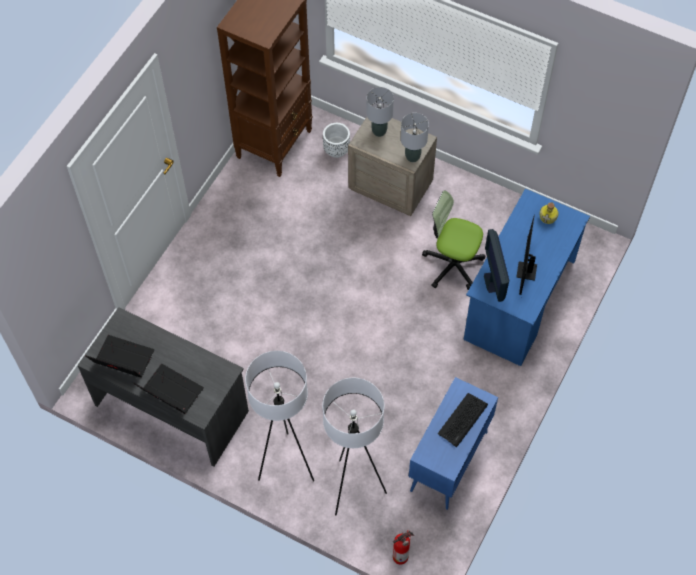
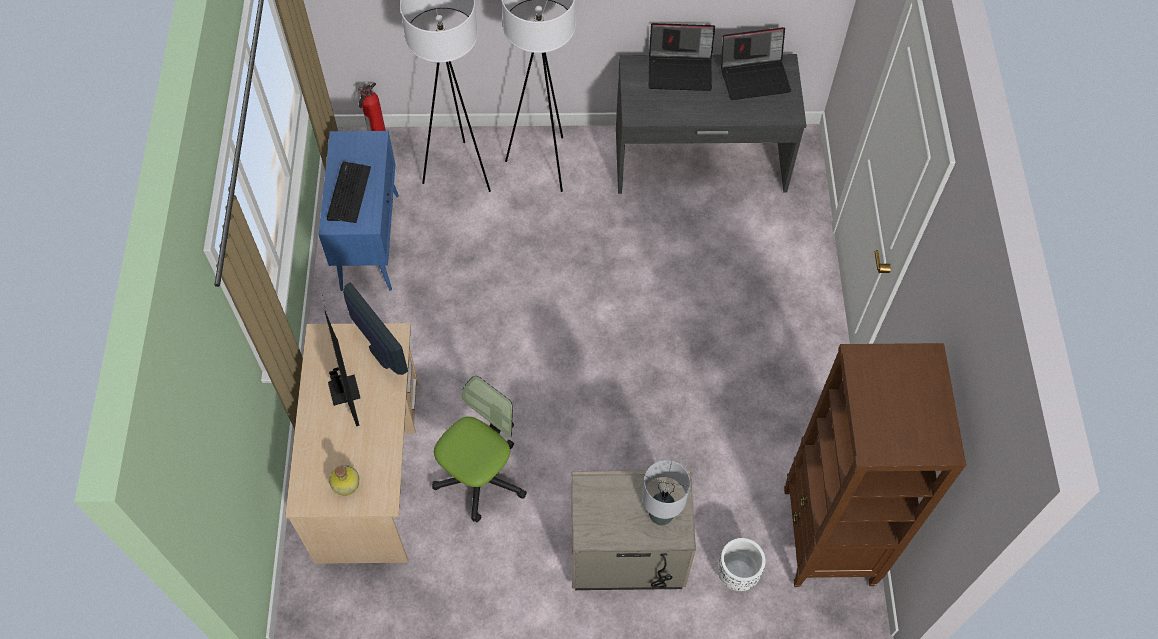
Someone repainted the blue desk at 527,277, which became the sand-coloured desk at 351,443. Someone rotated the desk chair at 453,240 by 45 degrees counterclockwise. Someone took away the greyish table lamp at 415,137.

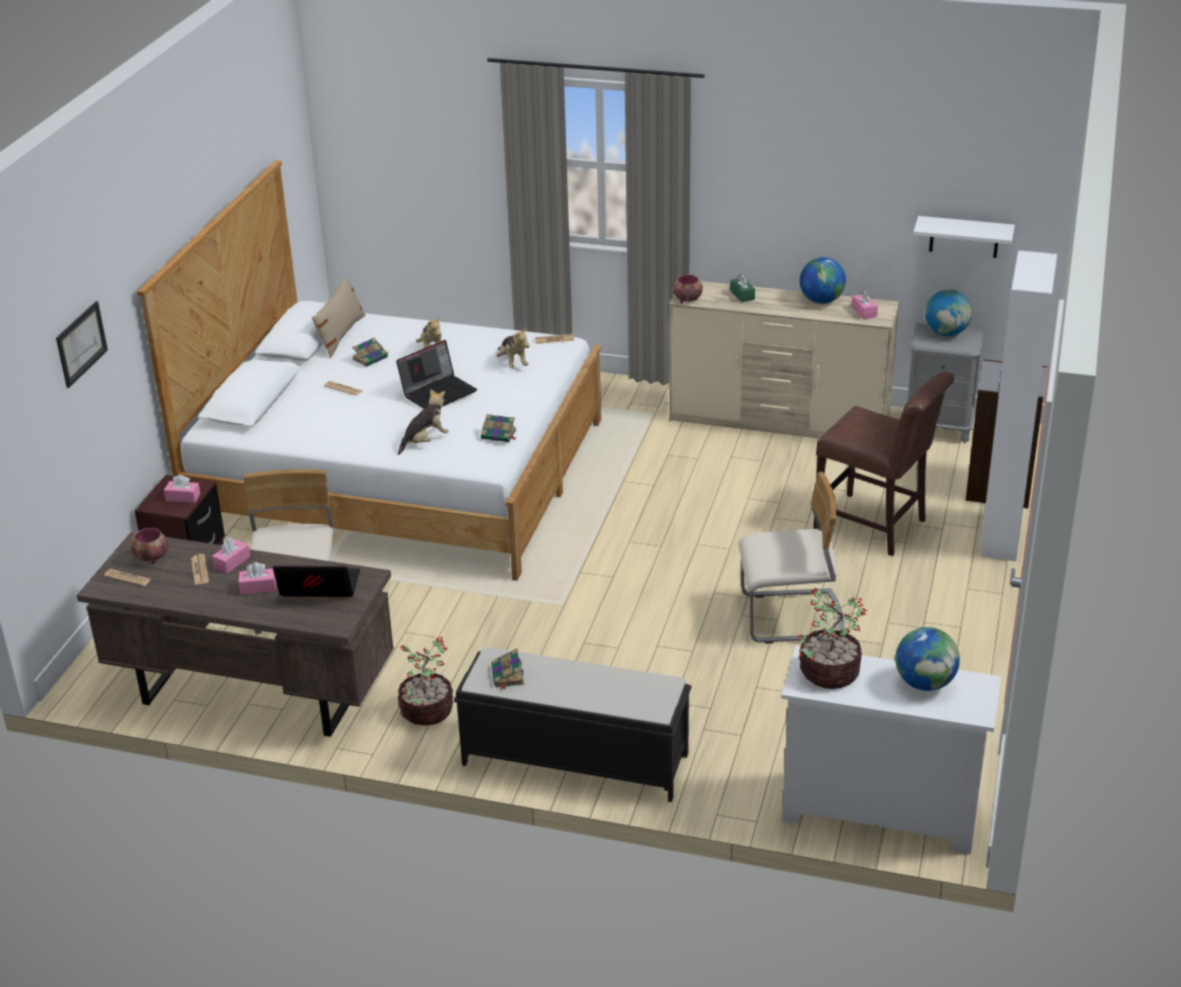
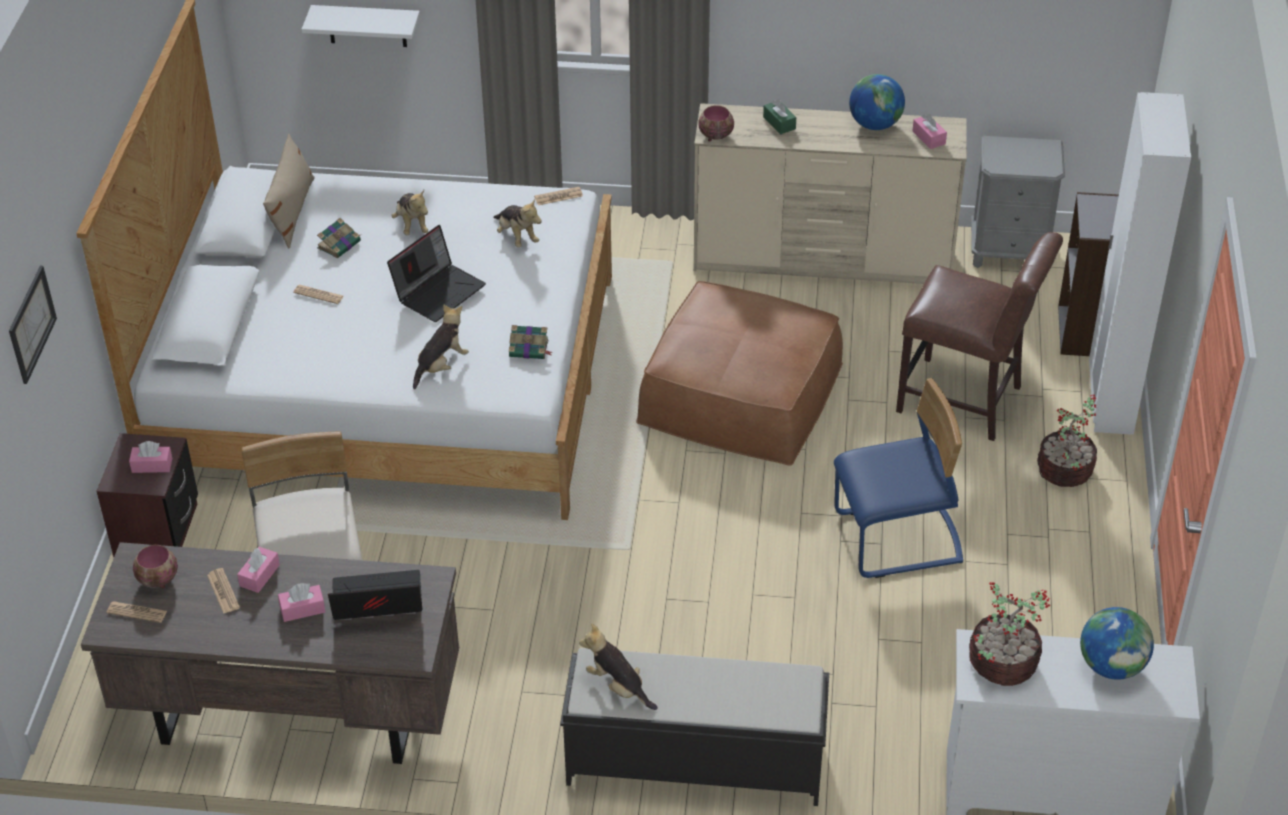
Someone carried the white bracket shelf from 964,237 to 361,26. Someone swapped the volume at 508,669 for the soft toy at 618,666. Someone put down the brown ottoman at 739,373. Someone repainted the sand-coloured chair at 791,558, which became the blue chair at 898,478. Someone carried the plant in a pot from 425,681 to 1067,440. Someone took away the globe at 948,312.

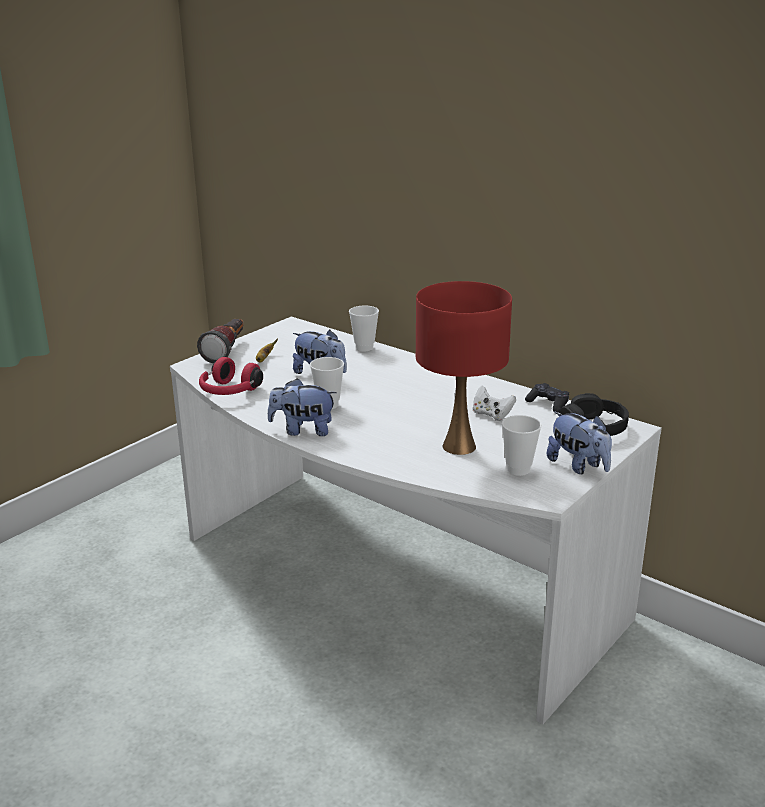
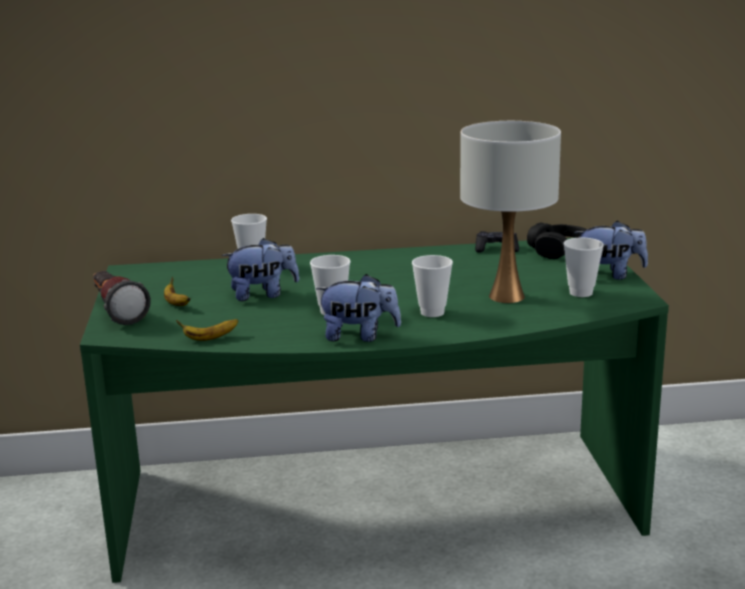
Someone repainted the white desk at 416,520, which became the green desk at 374,410. Someone swapped the red pair of headphones at 231,376 for the banana fruit at 207,330. Someone rotated the soft toy at 302,407 by 135 degrees counterclockwise. Someone put down the small cup at 432,286. Someone repainted the red table lamp at 464,368, which became the white table lamp at 510,212. Someone took away the white gamepad at 494,403.

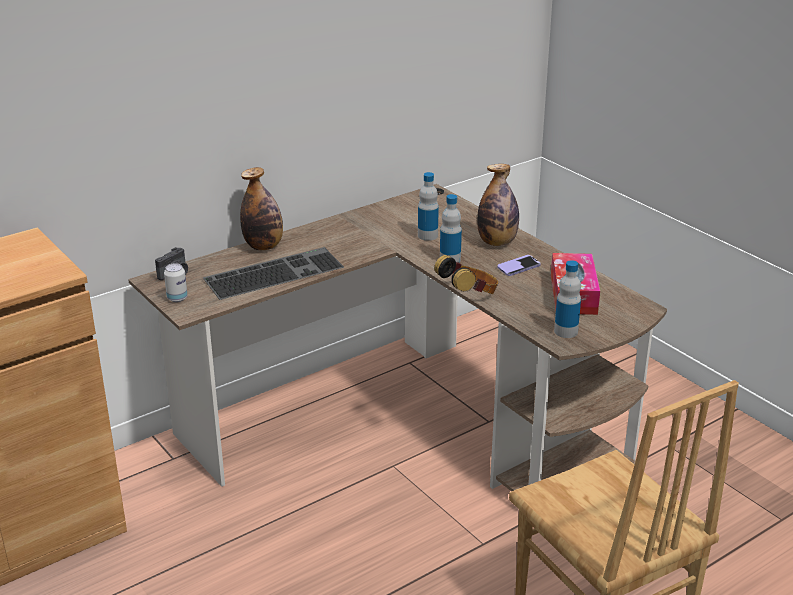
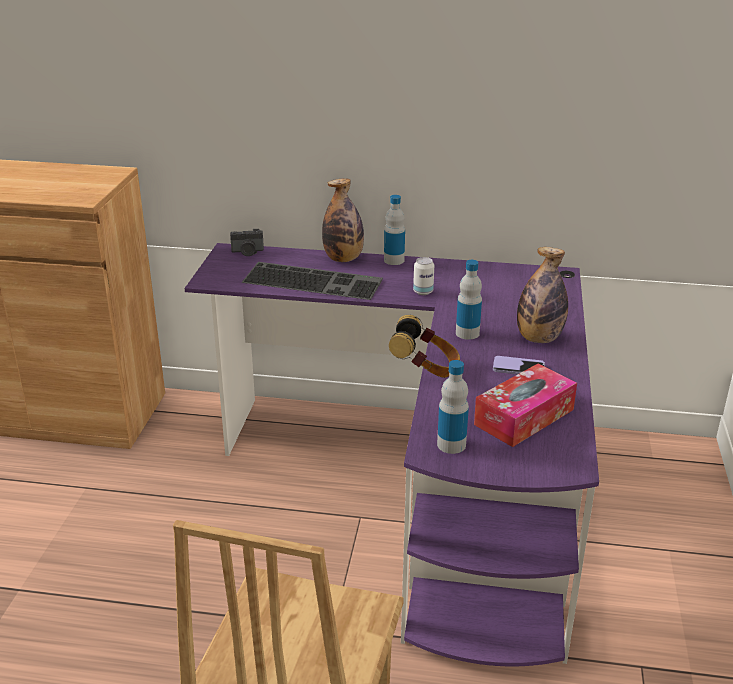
Someone repainted the brown desk at 397,338, which became the purple-coloured desk at 392,454. Someone carried the drink bottle from 428,206 to 394,230. Someone carried the sealed can from 176,282 to 423,276.

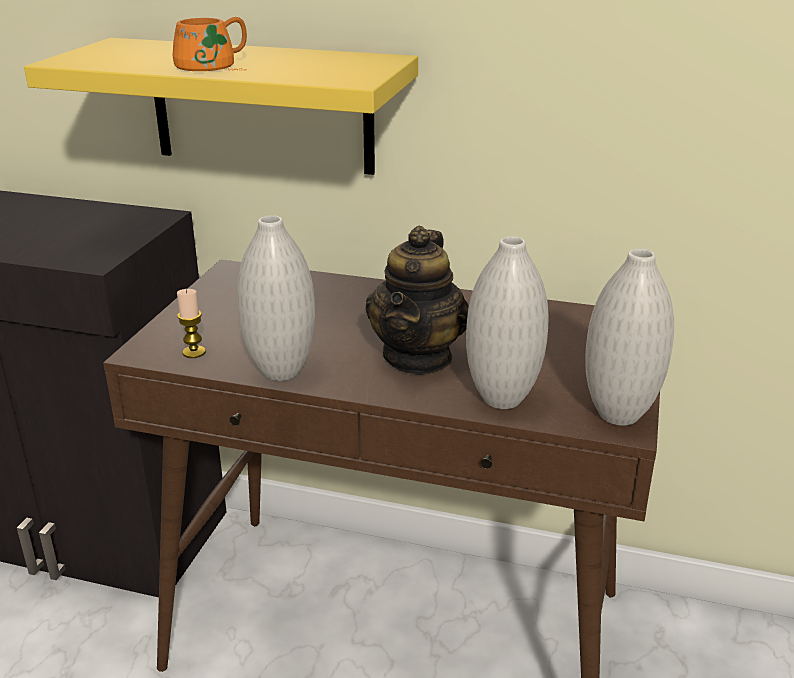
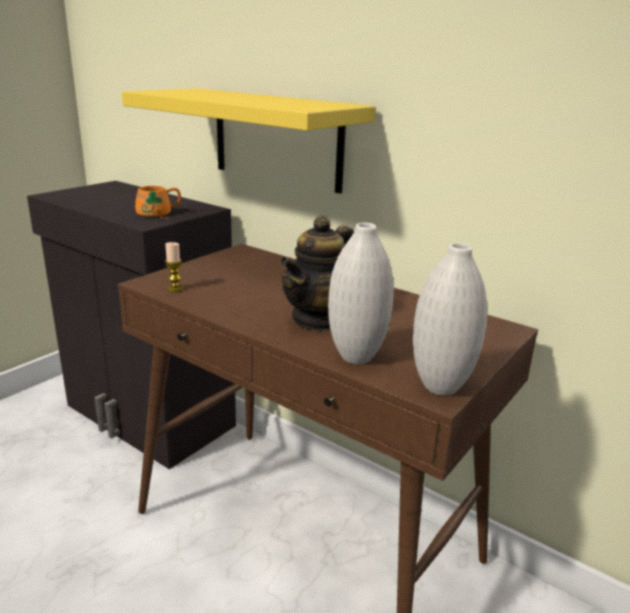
Someone carried the orange-coloured mug from 210,44 to 158,202. Someone took away the white flower vase at 276,298.

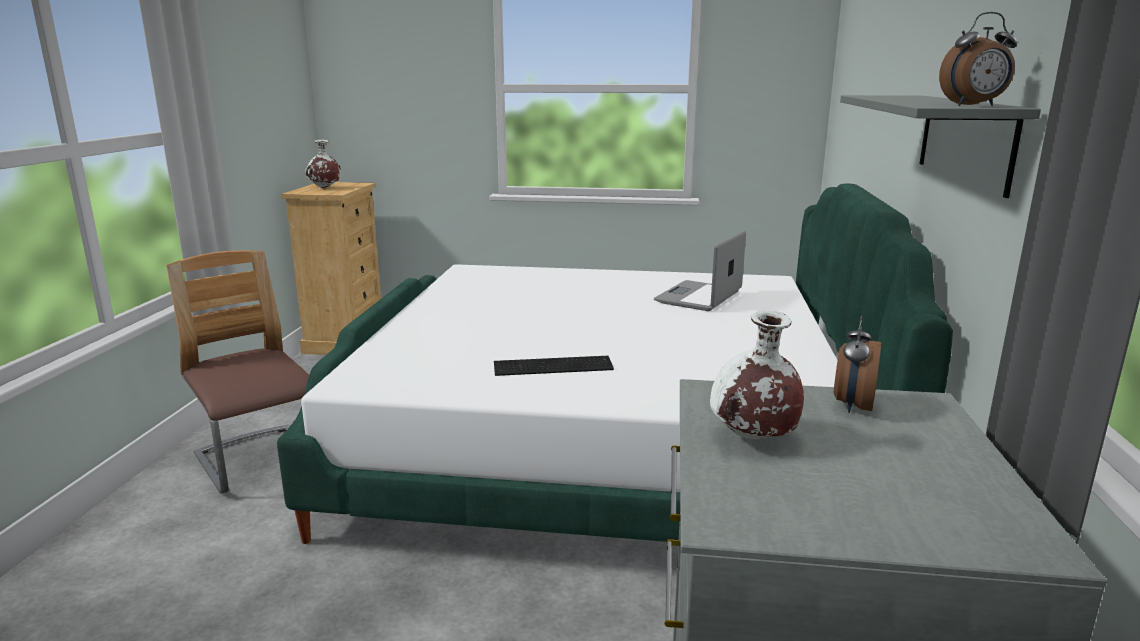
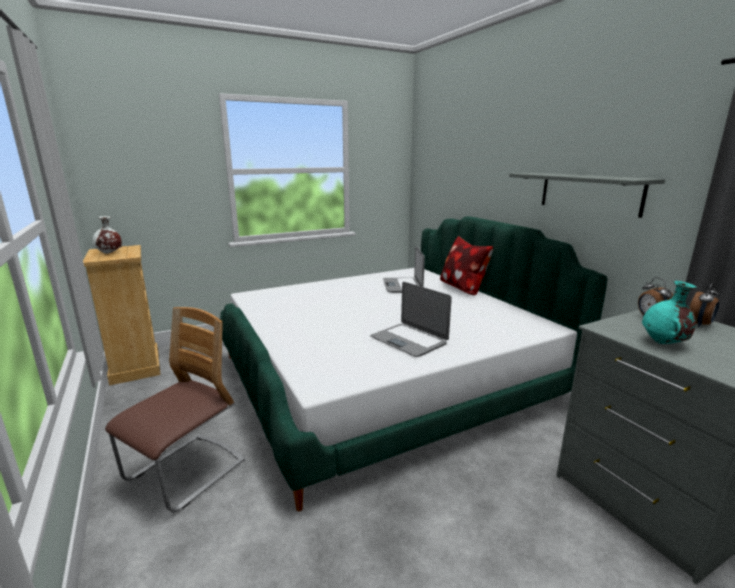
Someone rotated the chair at 237,372 by 105 degrees clockwise. Someone swapped the PC keyboard at 554,366 for the laptop at 411,319. Someone put down the cushion at 466,265. Someone repainted the white flower vase at 757,374, which became the turquoise flower vase at 669,312. Someone carried the bedside clock from 978,59 to 704,305.

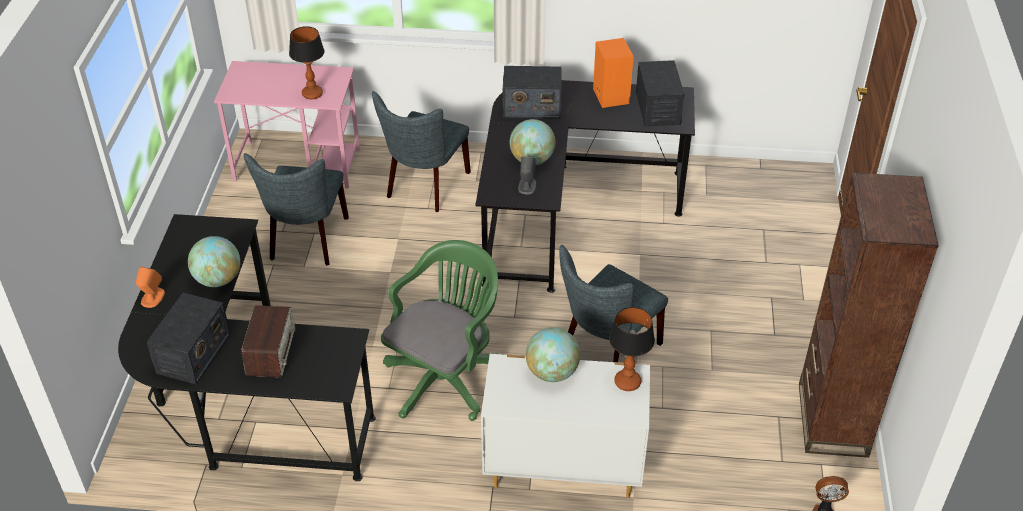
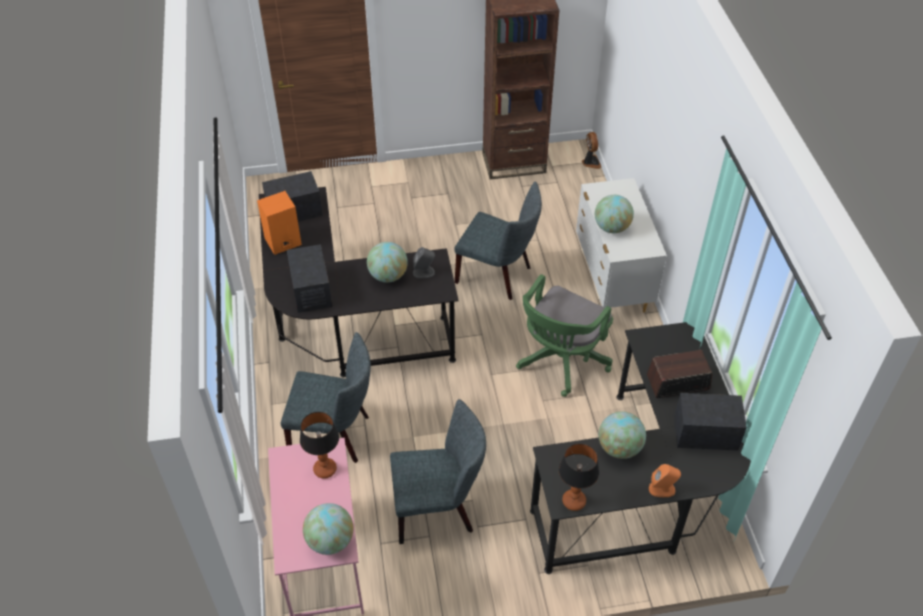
Someone put down the globe at 328,529. Someone rotated the green desk chair at 439,330 by 75 degrees counterclockwise. Someone carried the table lamp from 632,349 to 579,477.

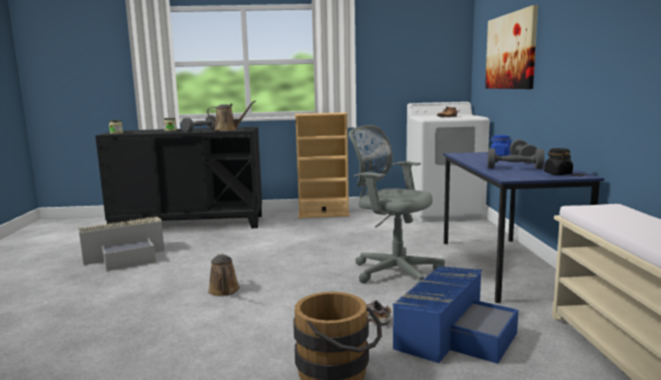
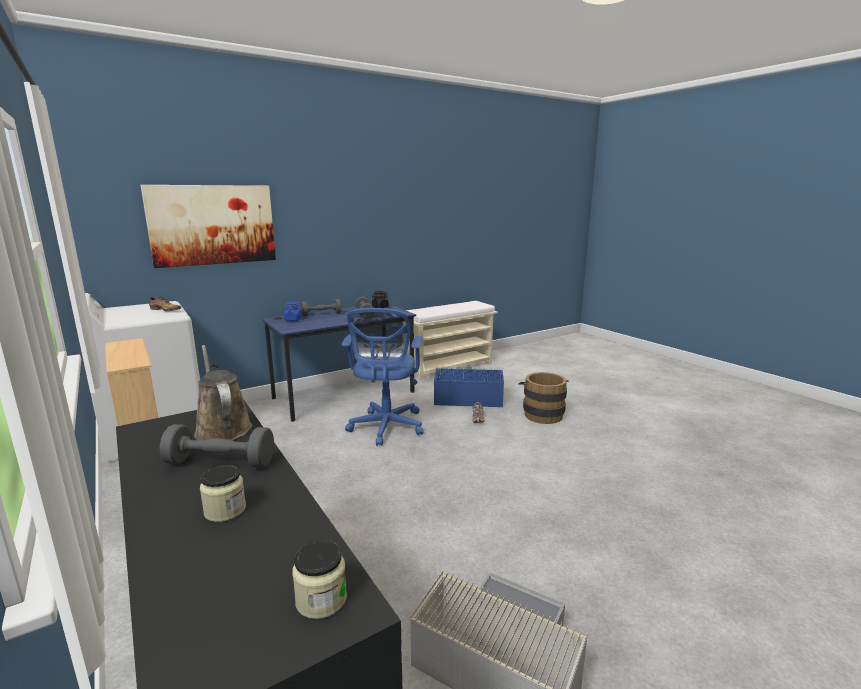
Someone repainted the greyish desk chair at 397,205, which became the blue desk chair at 382,377. Someone took away the brown watering pot at 224,274.

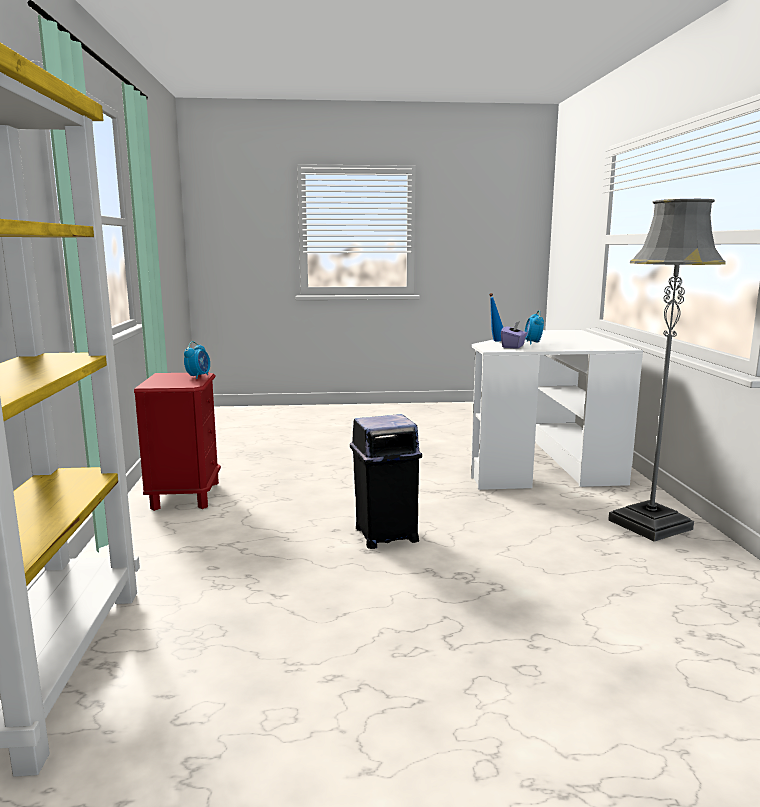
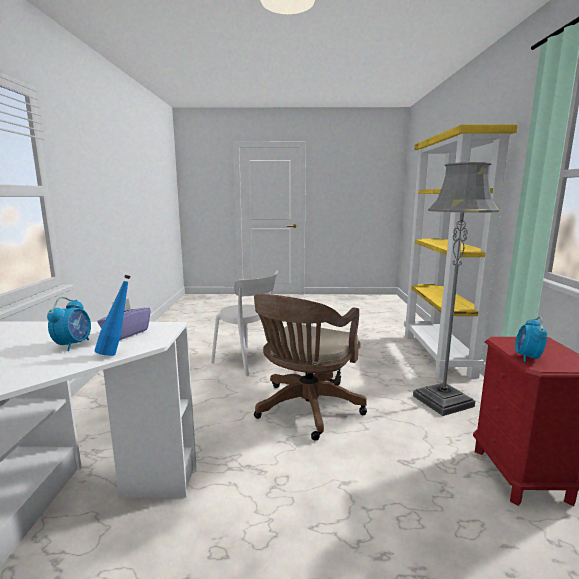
Someone put down the white chair at 244,323. Someone swapped the blackish trash can at 386,481 for the brown desk chair at 310,367. Someone carried the greyish standard lamp from 667,370 to 456,289.

